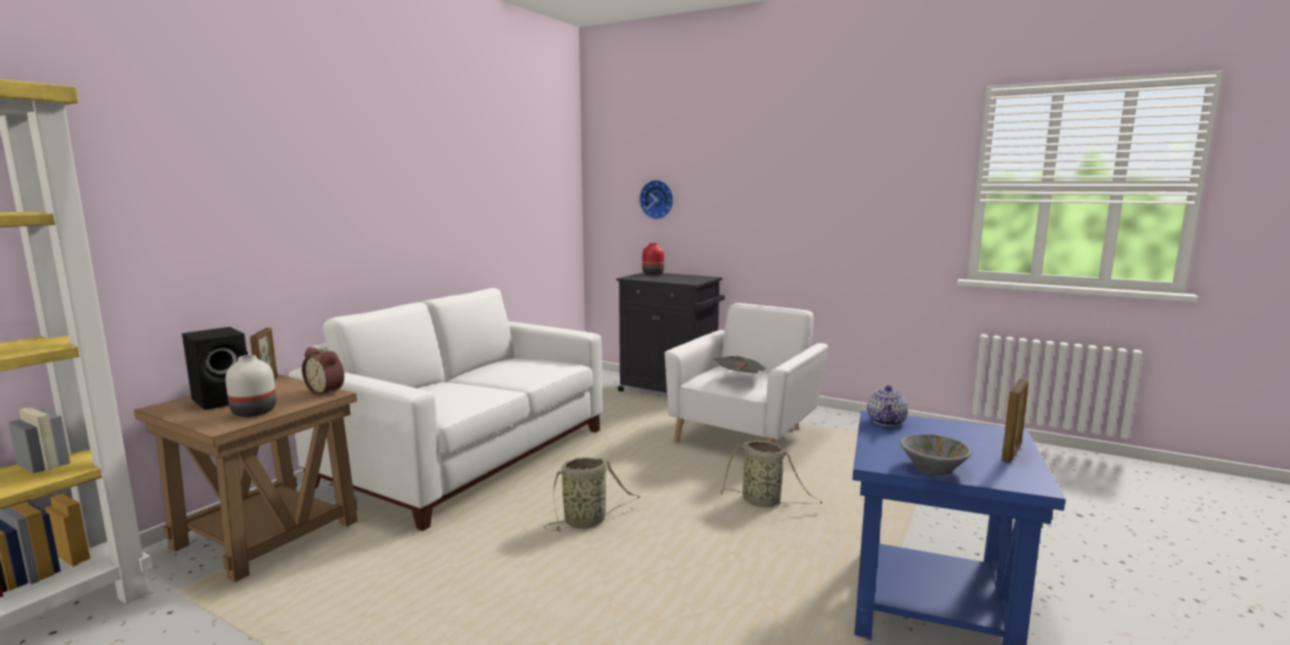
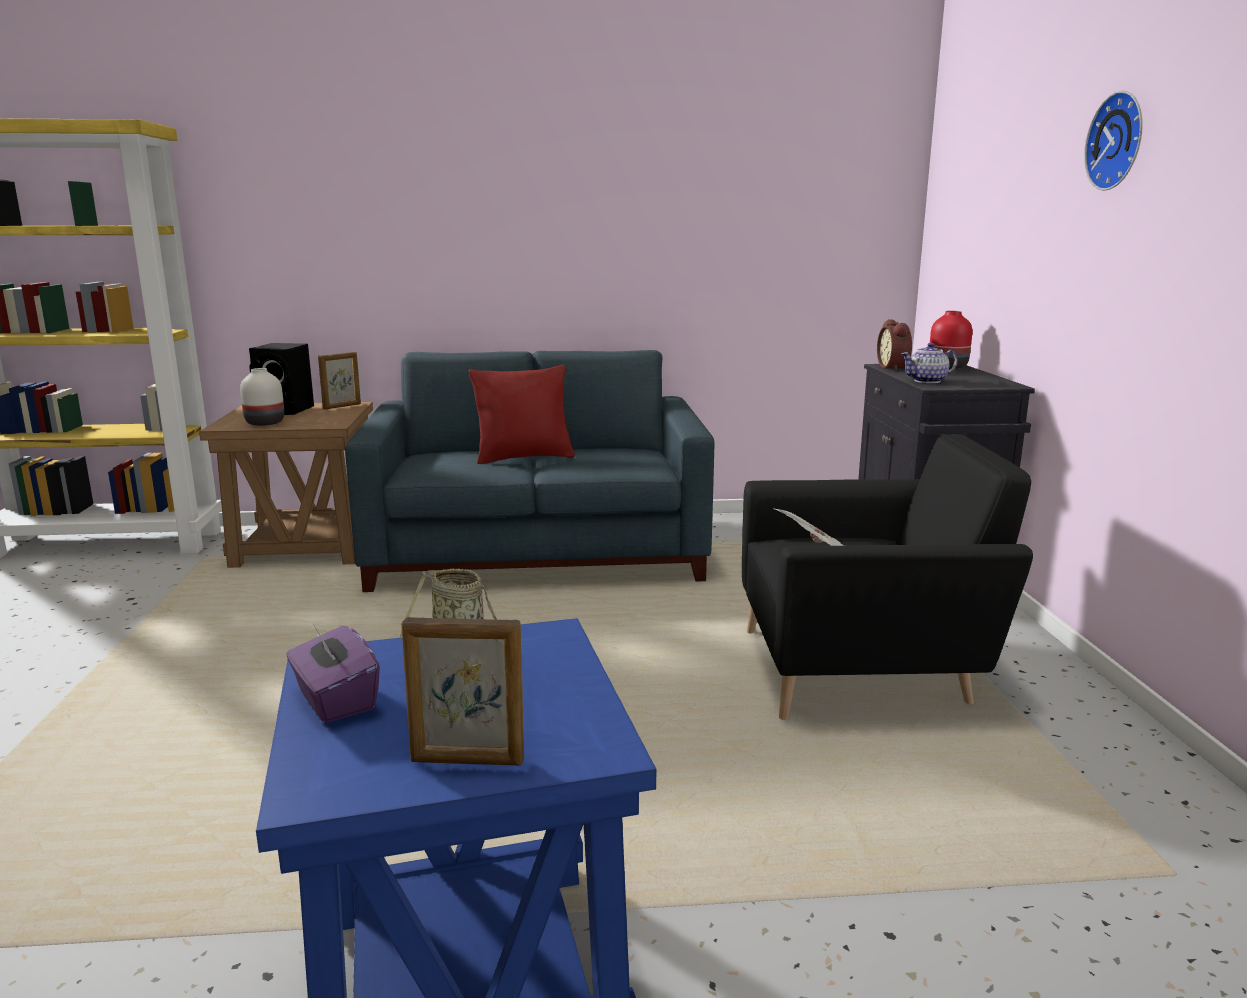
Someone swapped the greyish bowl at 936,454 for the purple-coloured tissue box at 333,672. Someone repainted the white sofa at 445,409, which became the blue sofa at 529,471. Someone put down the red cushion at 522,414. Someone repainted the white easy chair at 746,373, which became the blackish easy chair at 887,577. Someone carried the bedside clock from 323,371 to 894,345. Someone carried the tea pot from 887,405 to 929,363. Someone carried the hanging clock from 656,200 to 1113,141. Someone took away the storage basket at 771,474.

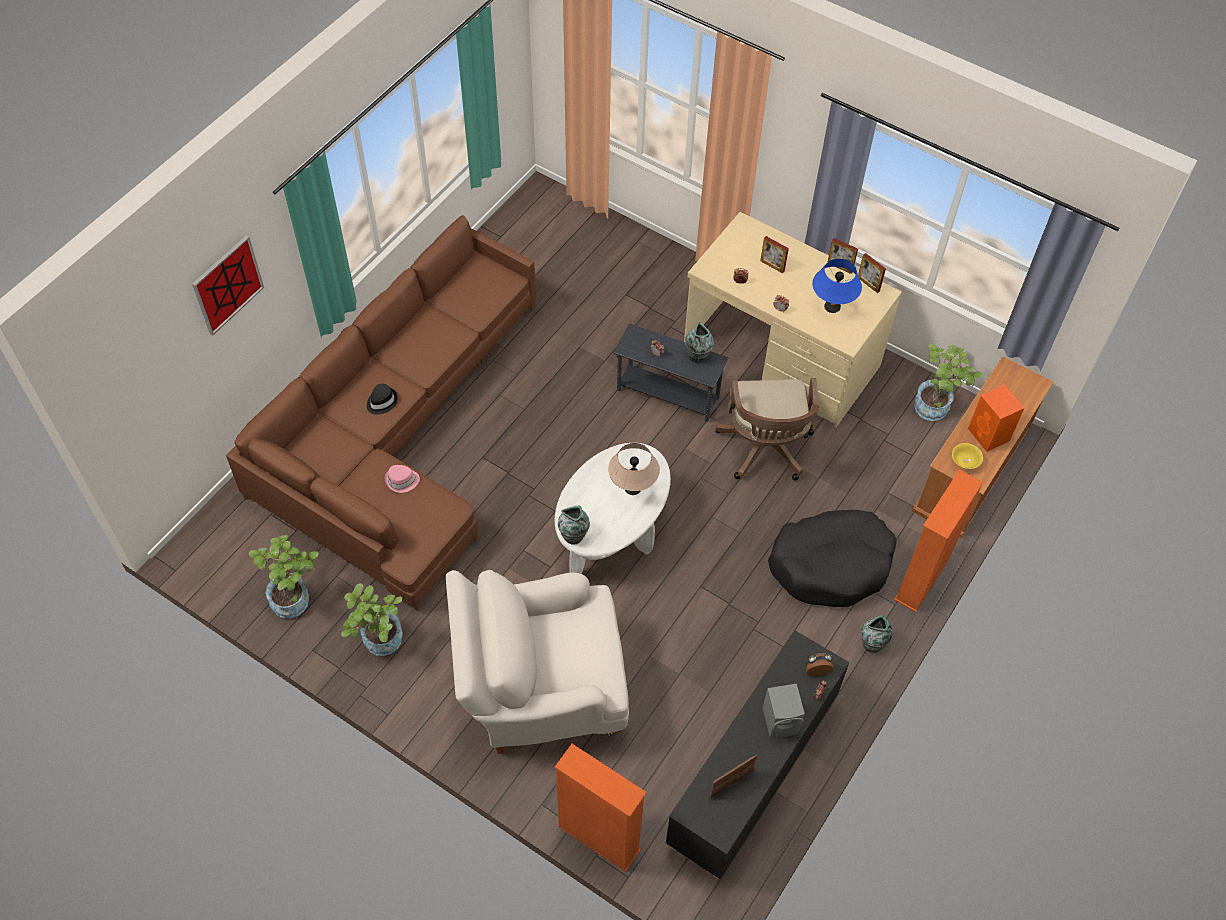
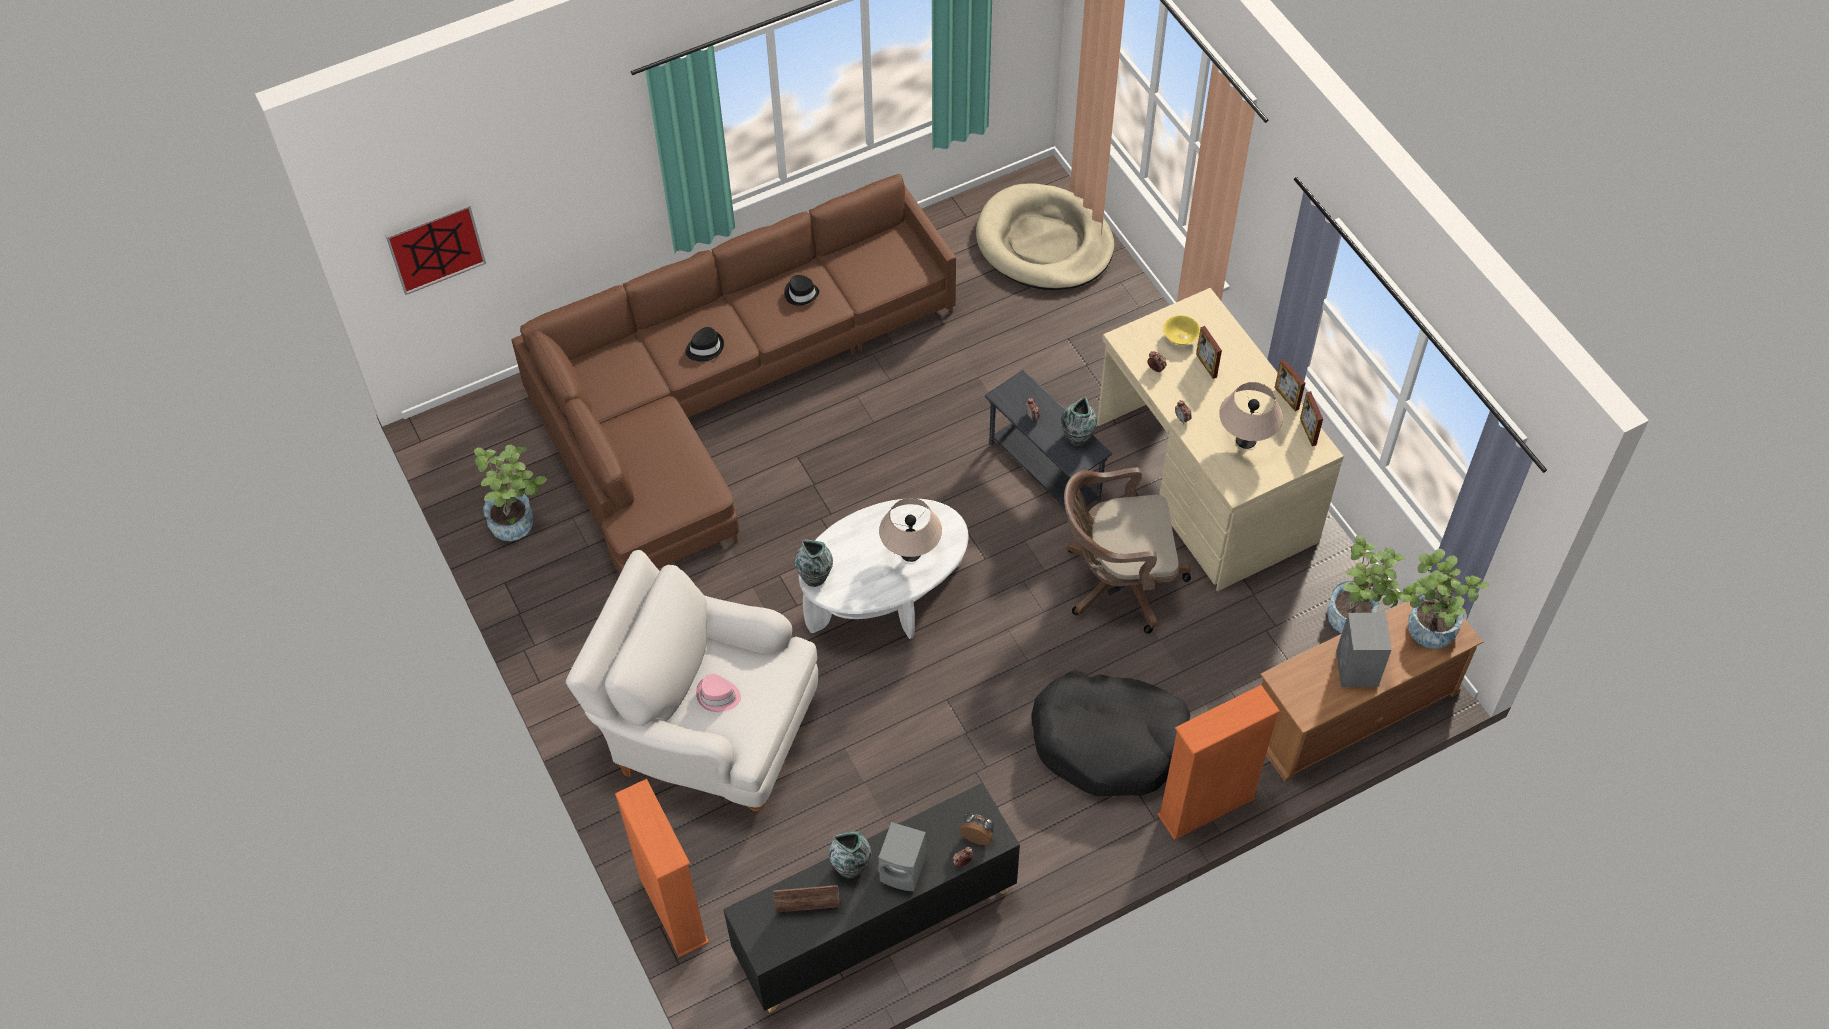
Someone carried the wall art from 228,285 to 435,249. Someone carried the pink-coloured wearable hat from 402,479 to 718,693. Someone put down the blackish wearable hat at 801,290. Someone carried the flower vase from 877,634 to 850,855. Someone put down the sand-coloured dog cushion at 1045,237. Someone rotated the brown desk chair at 767,429 by 60 degrees clockwise. Someone carried the yellow-coloured bowl from 967,456 to 1181,330. Someone repainted the blue table lamp at 837,286, which became the sand-coloured table lamp at 1251,415. Someone repainted the orange-coloured speaker at 996,418, which became the greyish speaker at 1364,650. Someone carried the plant in a pot from 372,619 to 1445,599.

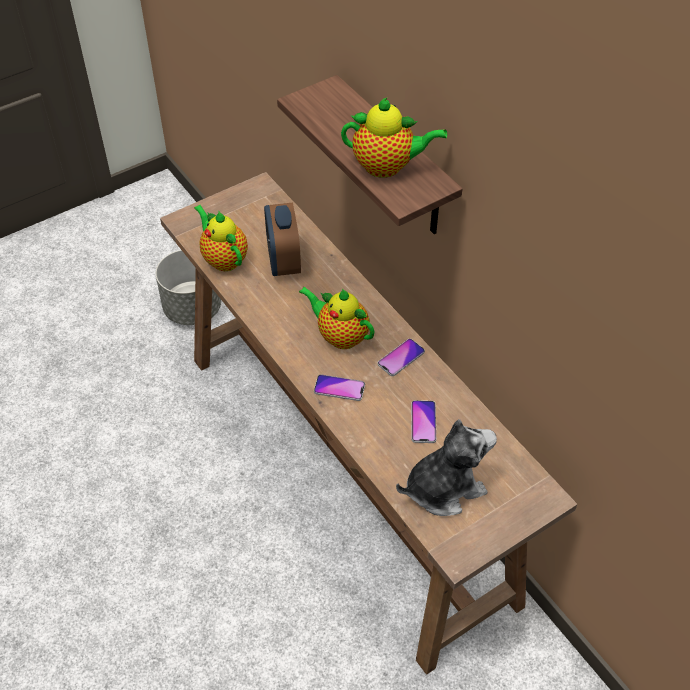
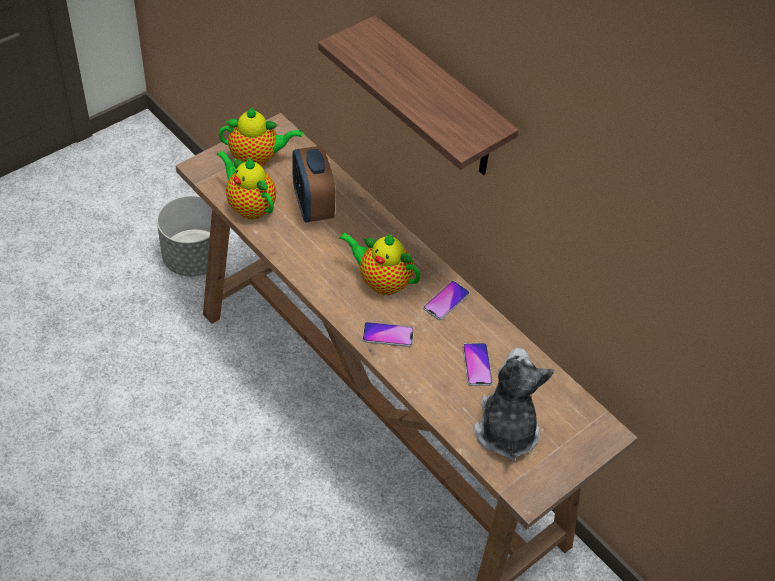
Someone carried the tea pot from 394,137 to 261,137. Someone rotated the soft toy at 446,467 by 60 degrees counterclockwise.

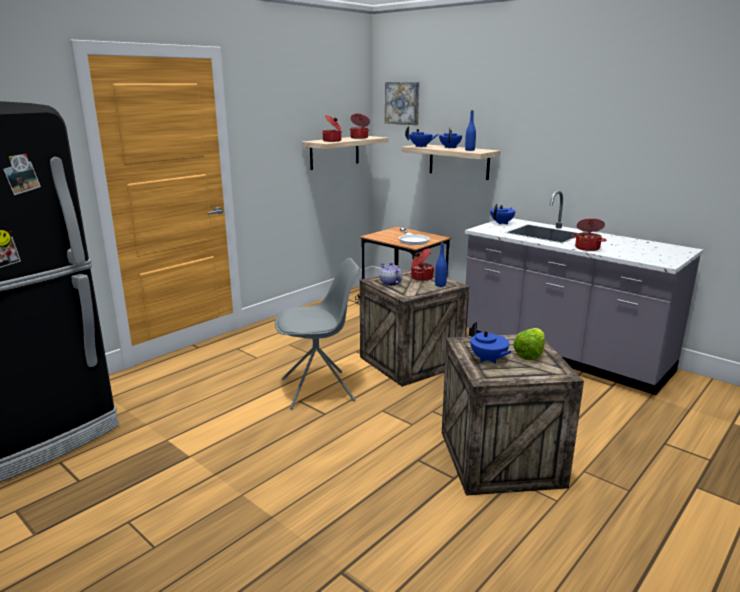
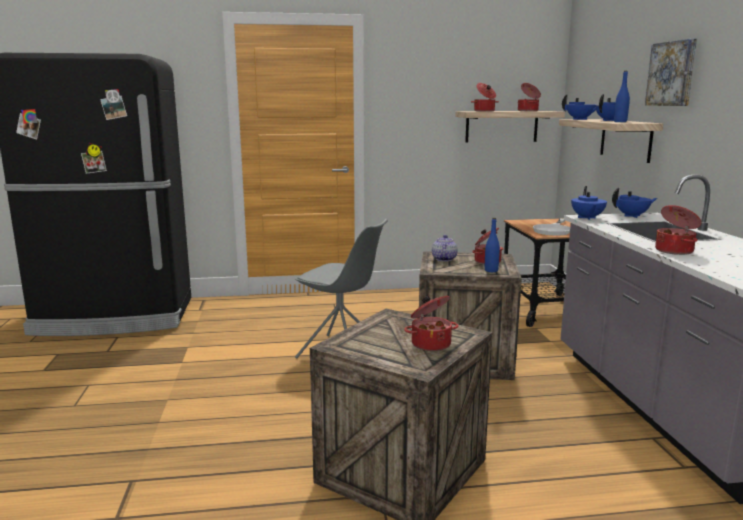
Someone swapped the head of lettuce at 529,344 for the saucepot at 431,323. Someone carried the blue tea pot from 491,343 to 589,203. Someone carried the wall art from 402,103 to 671,72.

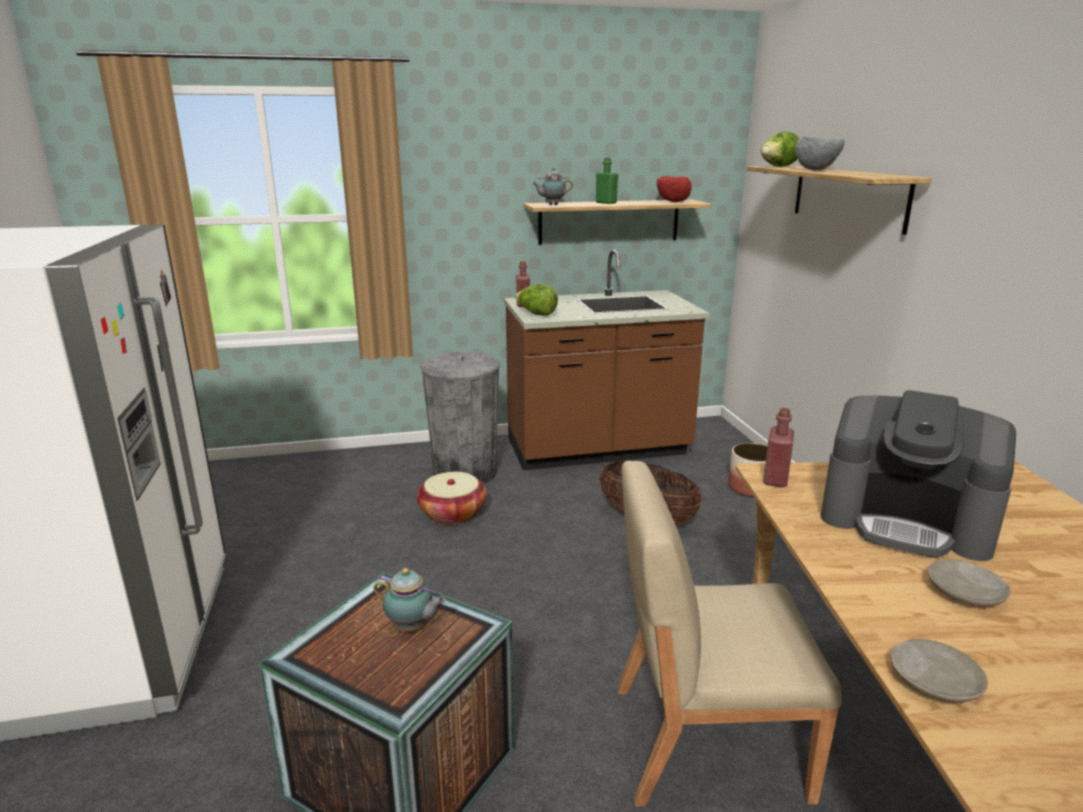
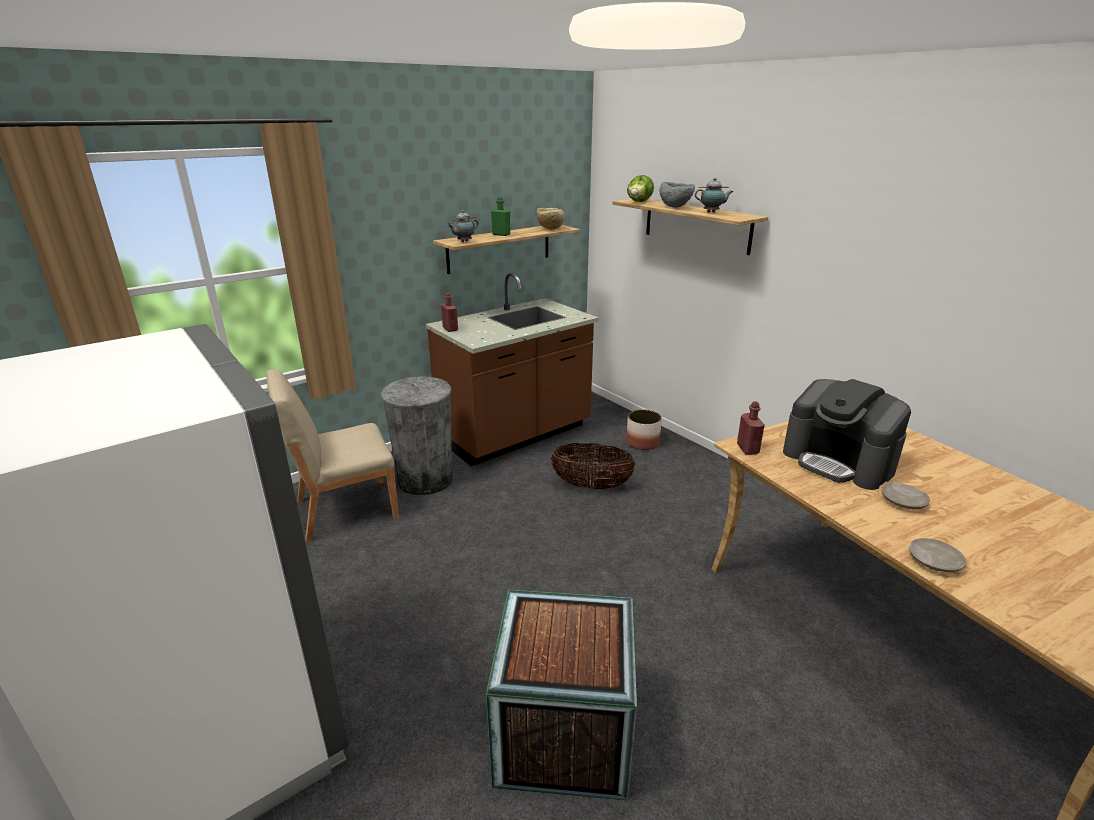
Someone carried the sand-coloured chair from 729,633 to 332,456. Someone repainted the red bowl at 674,189, which became the sand-coloured bowl at 551,218. Someone carried the tea pot from 410,599 to 714,195. Someone rotated the coffee machine at 918,475 by 45 degrees clockwise. Someone took away the storage basket at 452,498. Someone took away the head of lettuce at 536,299.

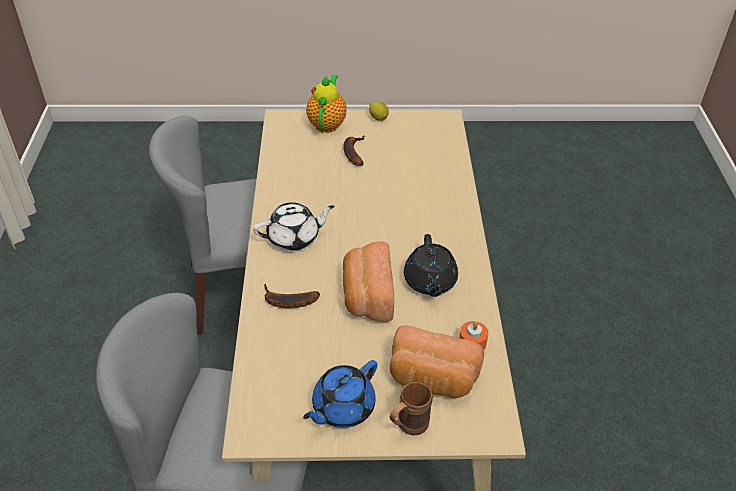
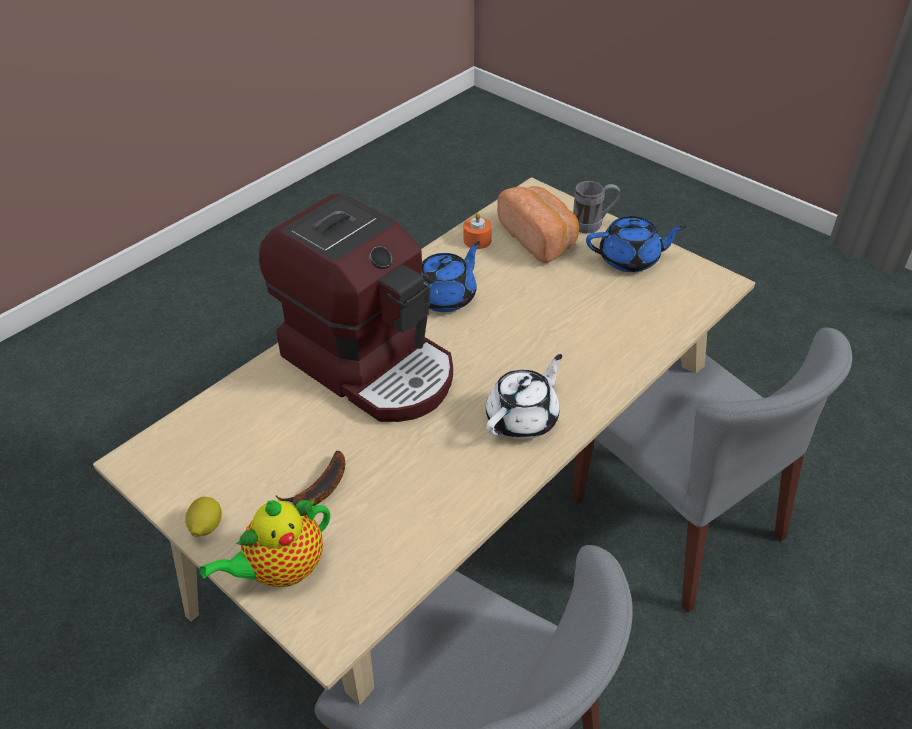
Someone put down the coffee machine at 356,307. Someone repainted the blackish tea pot at 431,265, which became the blue tea pot at 450,276. Someone rotated the white tea pot at 294,226 by 105 degrees clockwise. Someone repainted the brown mug at 411,409, which became the greyish mug at 597,207. Someone took away the banana fruit at 292,296. Someone took away the baked bread at 368,281.

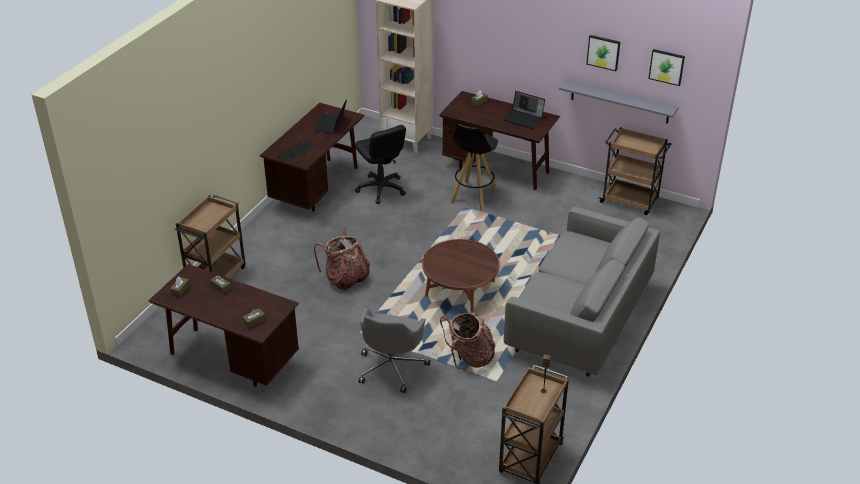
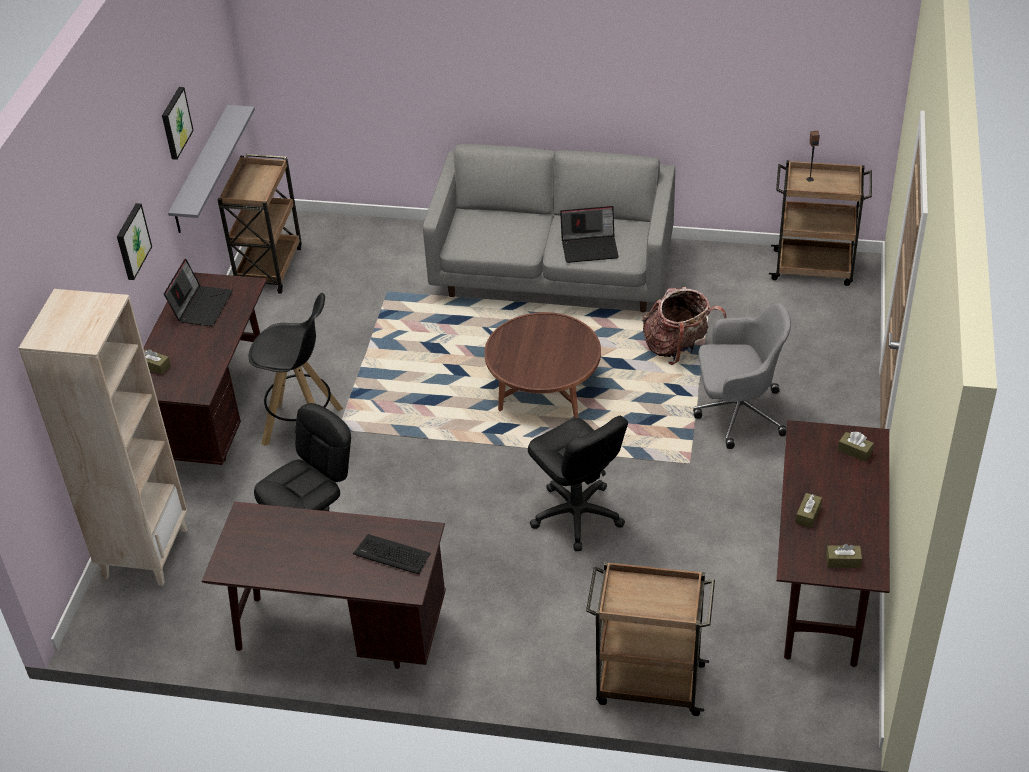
Someone carried the wall art from 666,67 to 134,241. Someone swapped the rucksack at 342,259 for the blackish desk chair at 578,483. Someone carried the laptop from 330,116 to 589,234.

